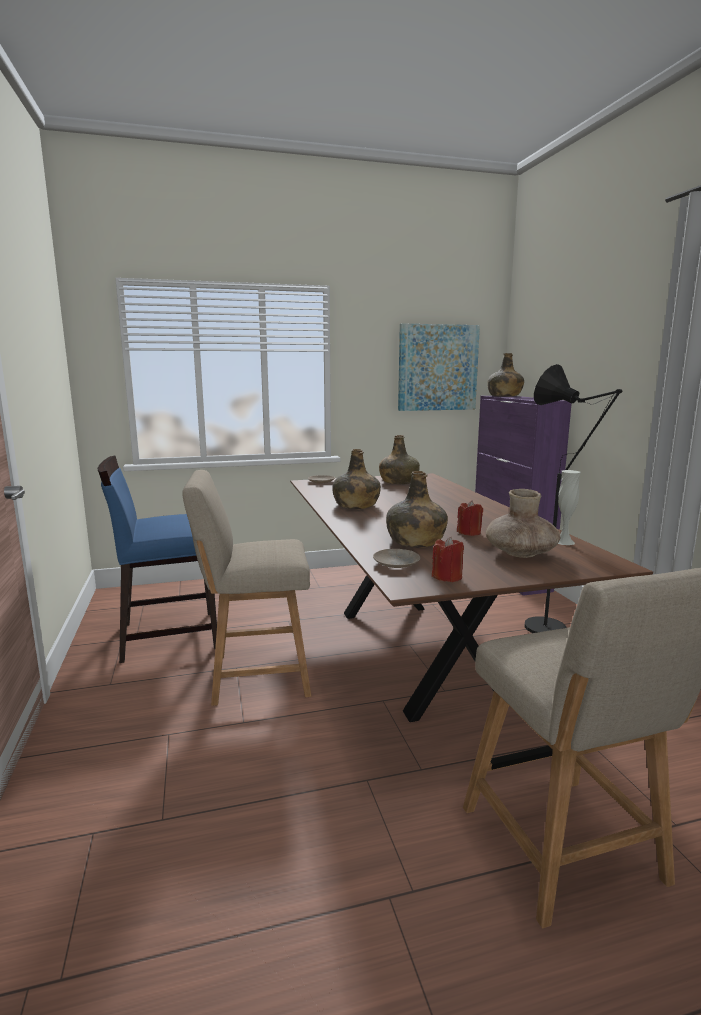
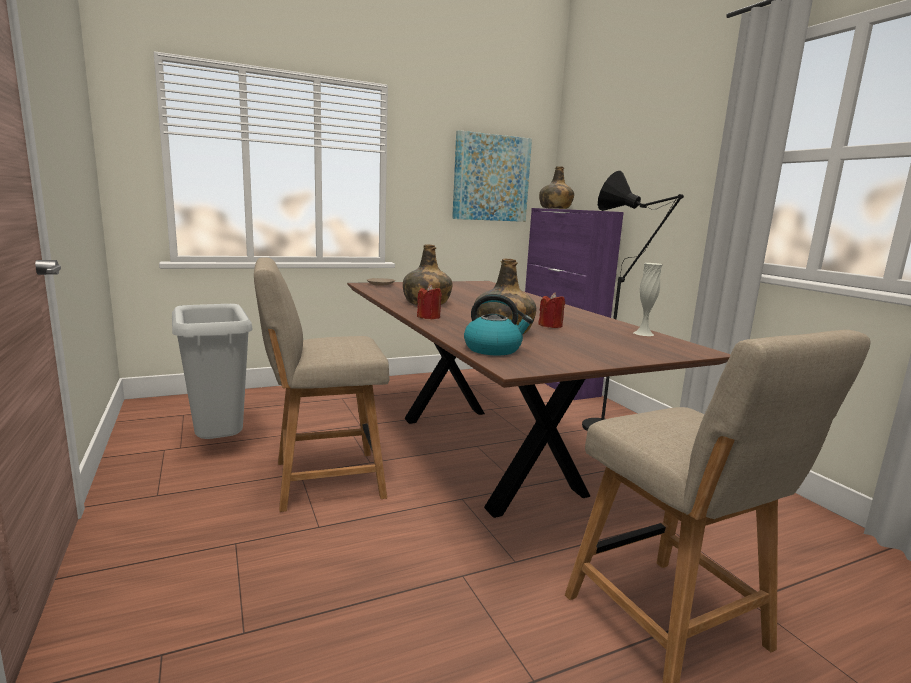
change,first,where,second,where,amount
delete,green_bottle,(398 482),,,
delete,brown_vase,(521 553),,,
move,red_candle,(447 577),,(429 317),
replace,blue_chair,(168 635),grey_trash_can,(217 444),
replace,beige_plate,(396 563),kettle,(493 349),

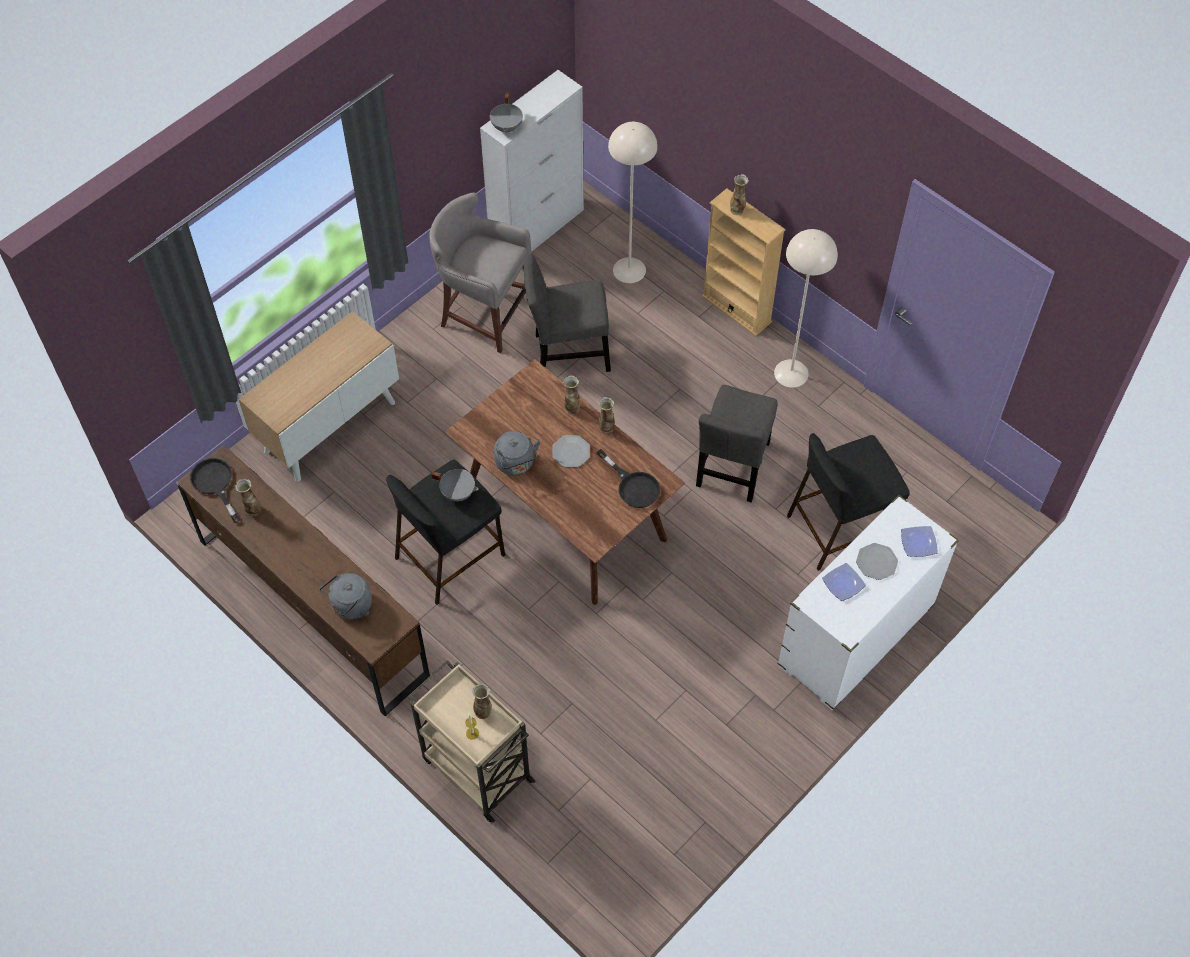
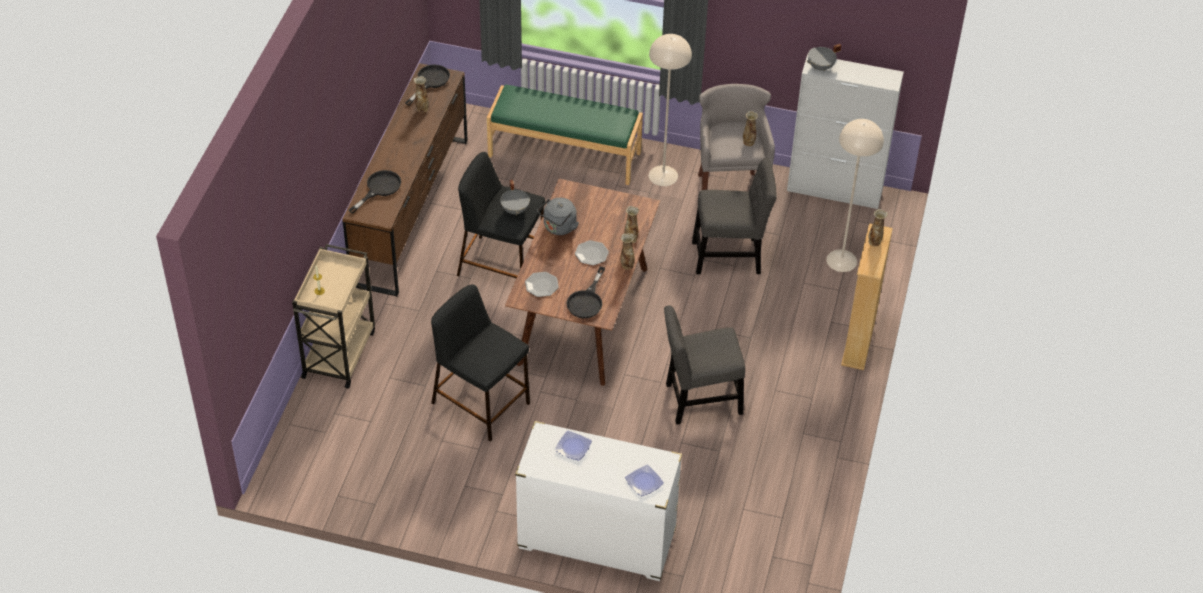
change,first,where,second,where,amount
move,vase,(483 712),,(748 142),
move,beige_floor_lamp,(791 373),,(663 175),
move,black_stool,(841 527),,(482 403),
move,plate,(876 562),,(541 285),
replace,cabinet,(330 426),green_bench,(564 153),
replace,grey_kettle,(350 606),black_frying_pan,(379 188),
rotate,grey_chair,(567 353),,(730 256),120 degrees clockwise

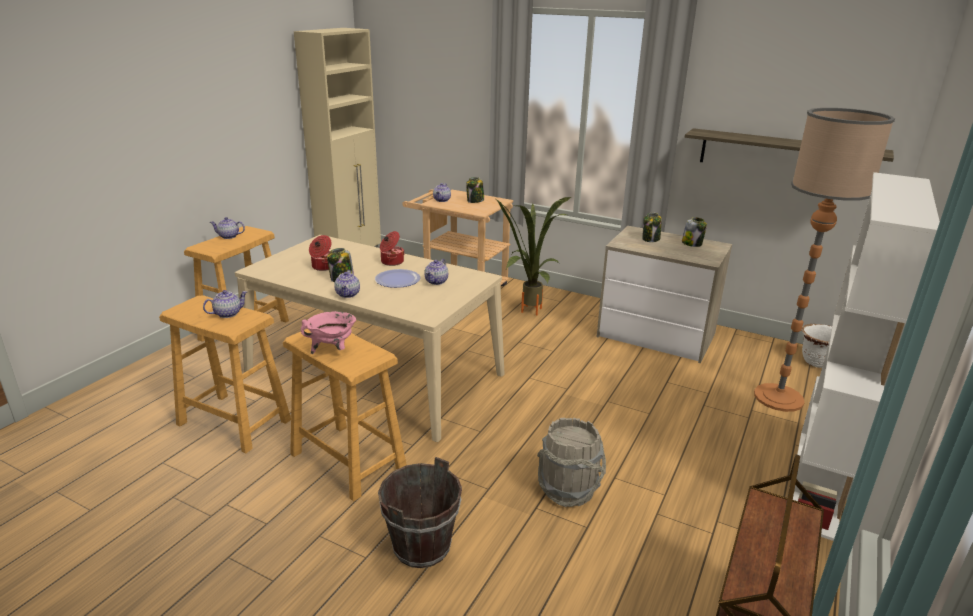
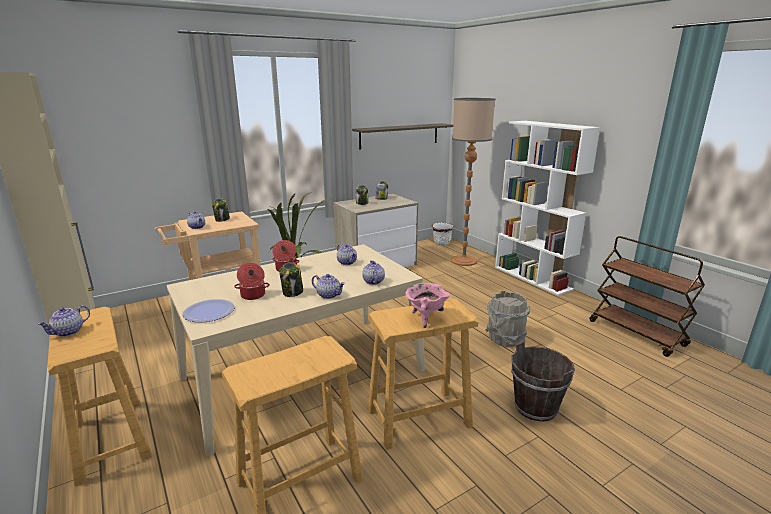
change,first,where,second,where,amount
move,teapot,(228 313),,(373 281),
move,plate,(398 280),,(209 312),

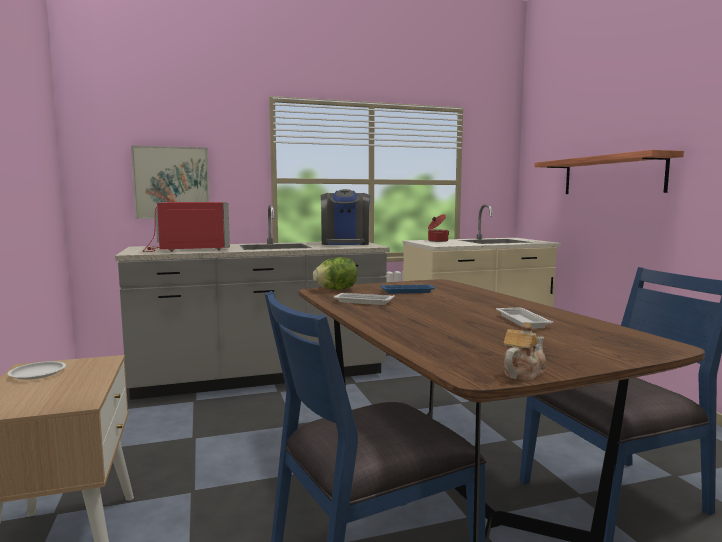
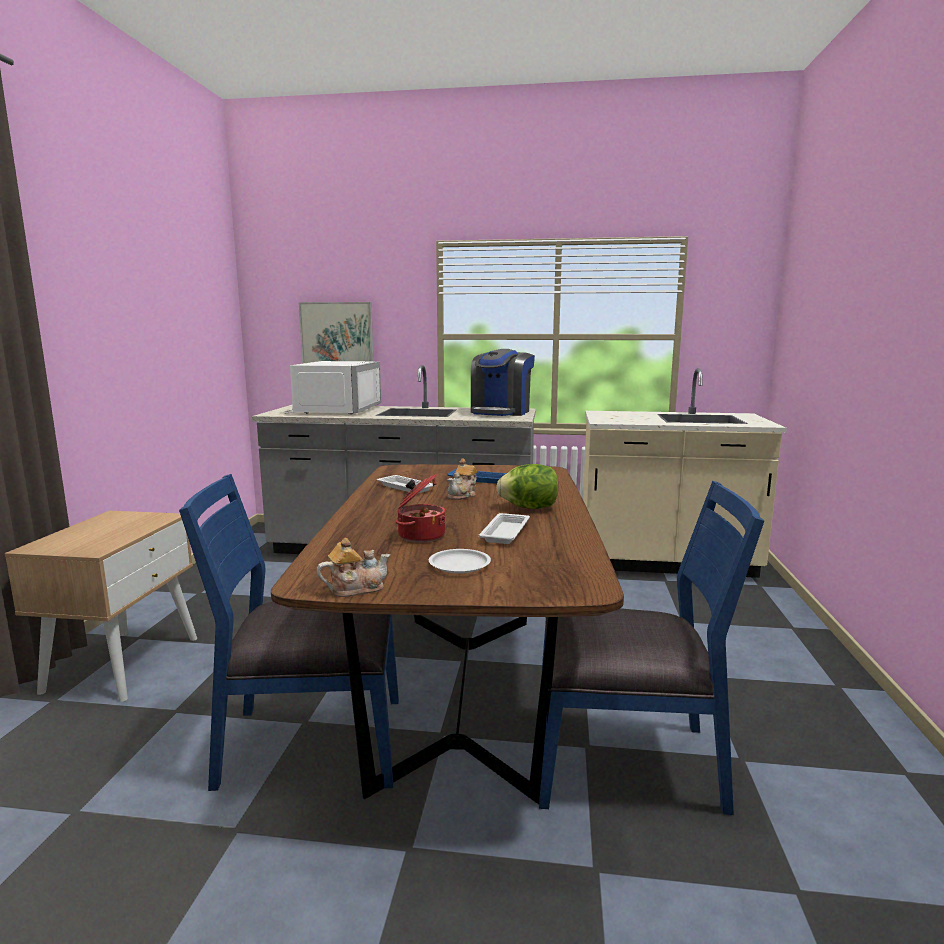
change,first,where,second,where,amount
delete,shelf,(612 175),,,
insert,,,teapot,(463 495),
move,white_plate,(38 373),,(460 565),
move,lettuce,(336 289),,(529 508),
move,cooking_pot,(437 241),,(420 535),
recolor,red_microwave,(188 248),white_microwave,(332 410),

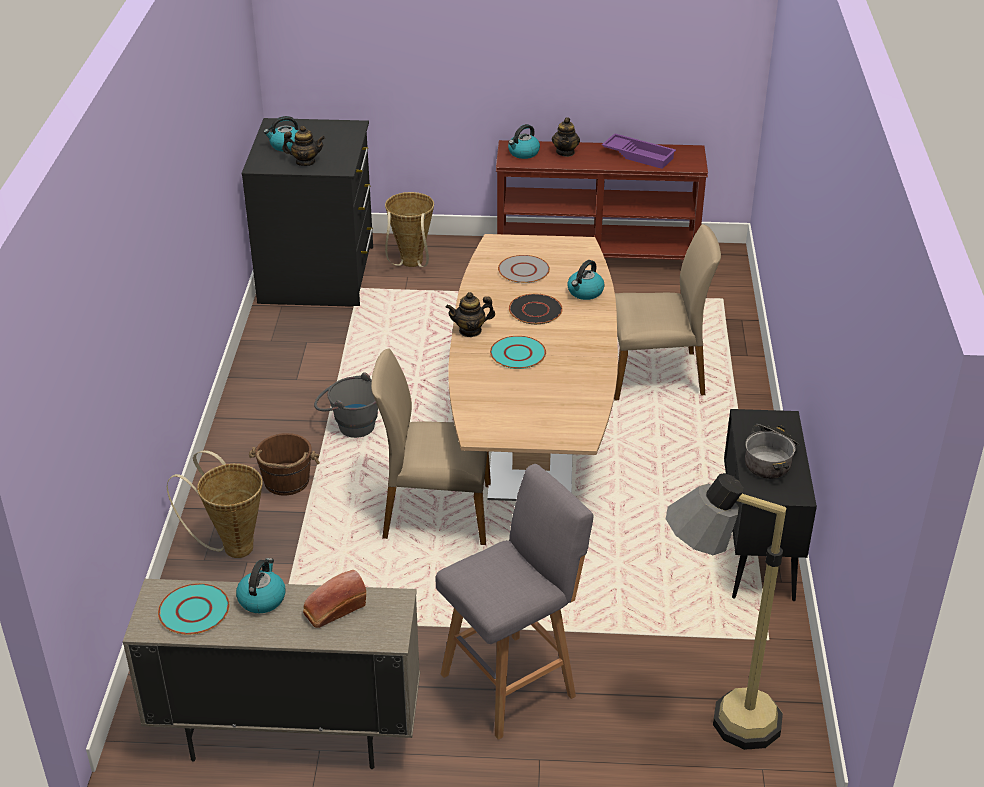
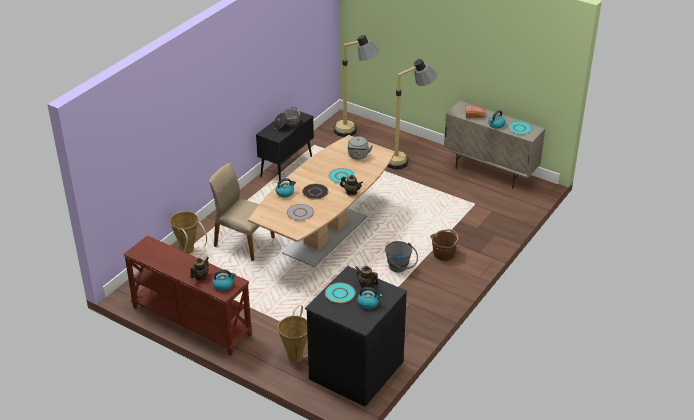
change,first,where,second,where,amount
delete,beige_chair,(435 512),,,
delete,purple_tray,(639 155),,,
insert,,,turquoise_plate,(339 293),
insert,,,grey_kettle,(358 156),
move,basket,(233 546),,(189 252),
replace,grey_stool,(512 683),floor_lamp,(407 161),

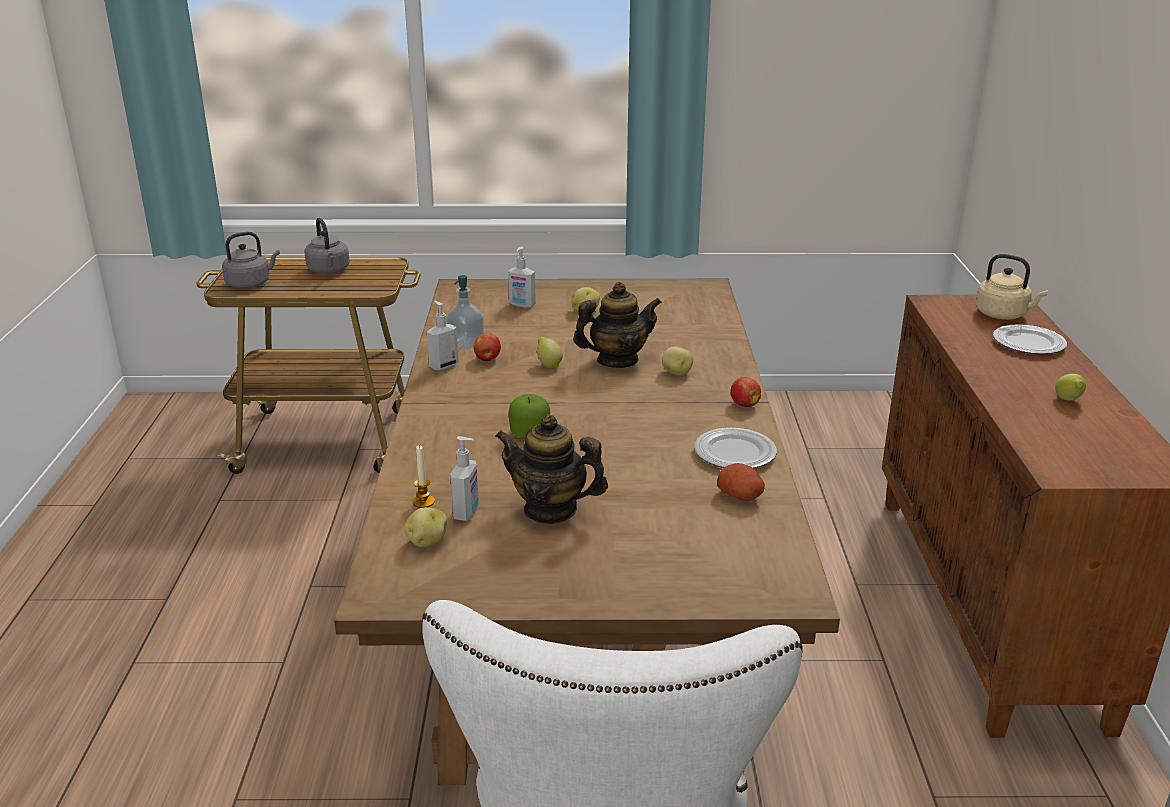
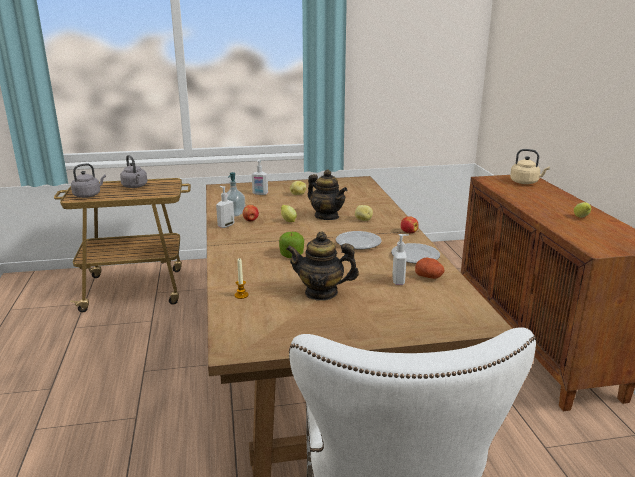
change,first,where,second,where,amount
delete,potato,(426 541),,,
move,soap_dispenser,(467 513),,(399 281),
move,plate,(1028 343),,(358 242),
rotate,teapot,(617 361),,(327 216),75 degrees clockwise

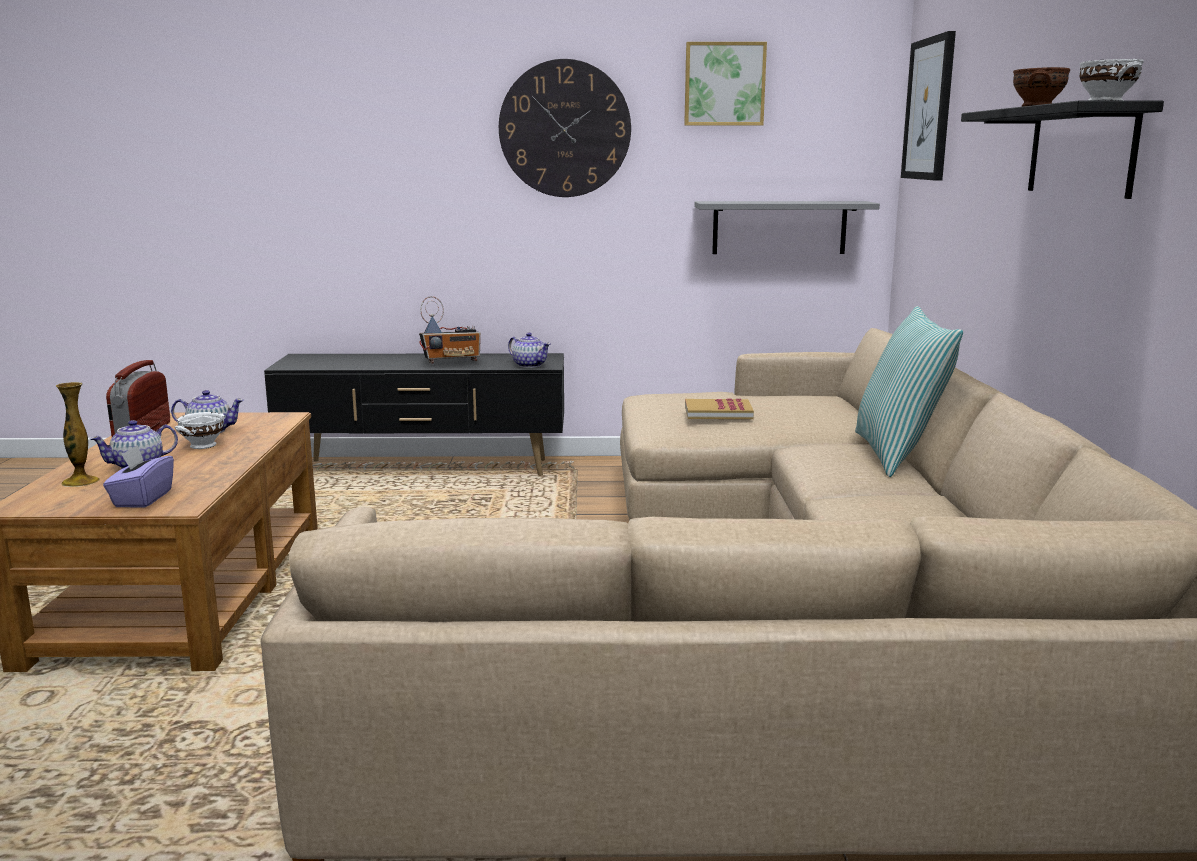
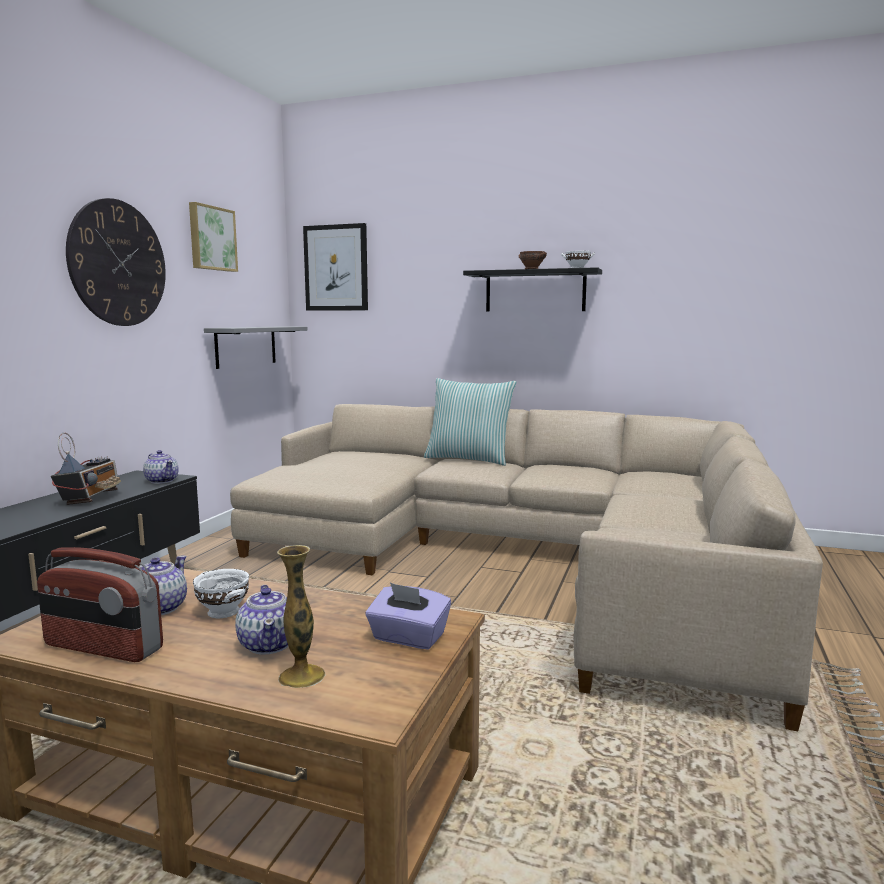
change,first,where,second,where,amount
delete,book,(718 412),,,
rotate,teapot,(529 365),,(162 481),75 degrees clockwise

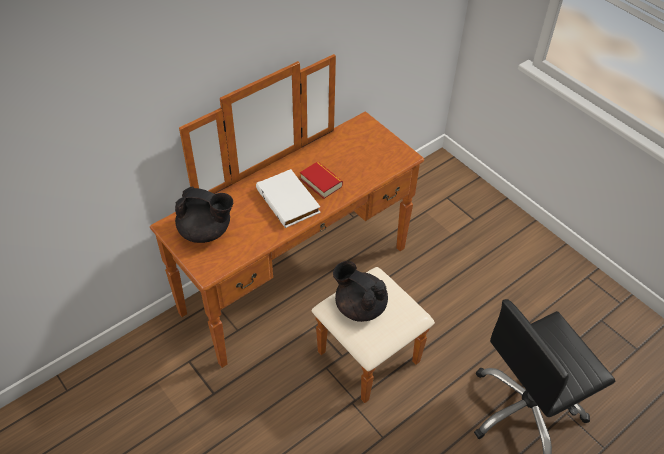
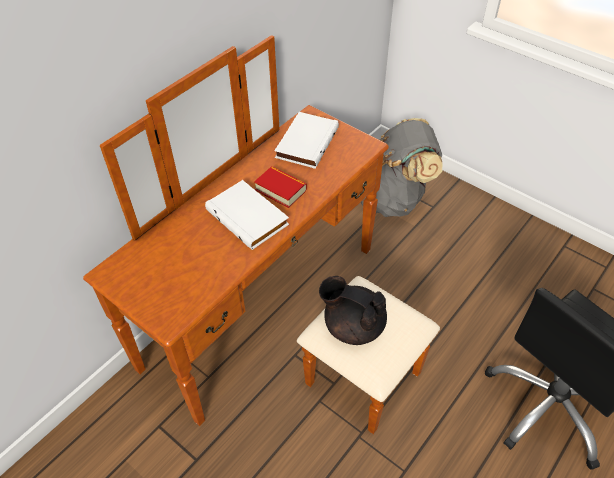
change,first,where,second,where,amount
delete,black_teapot,(206 231),,,
insert,,,white_book,(305 142),
insert,,,grey_backpack,(392 198),

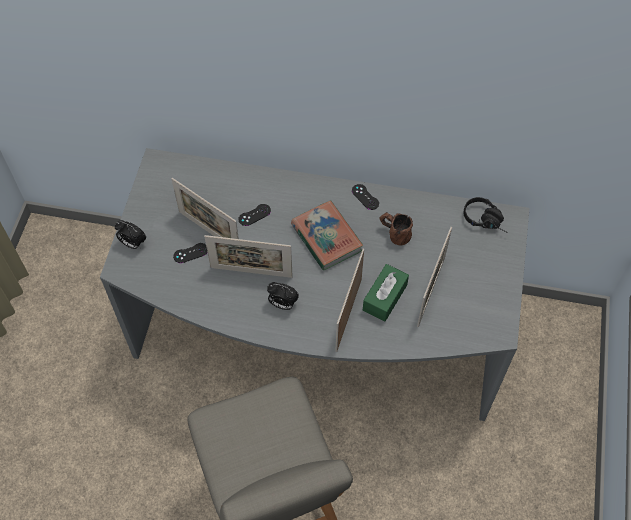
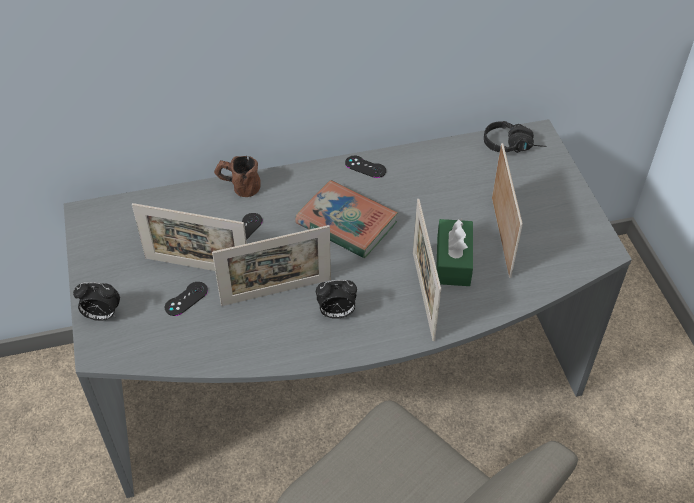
change,first,where,second,where,amount
move,brown_mug,(394 234),,(238 187),

